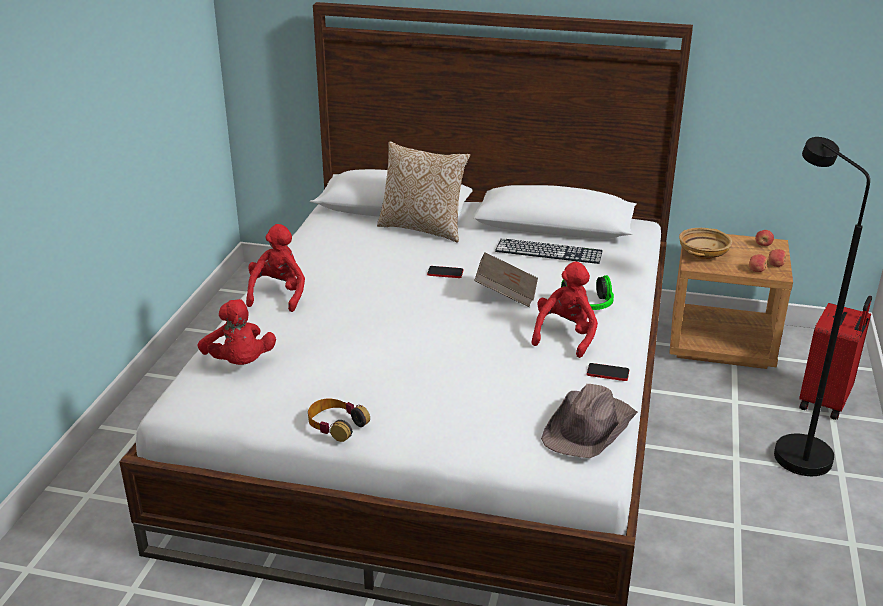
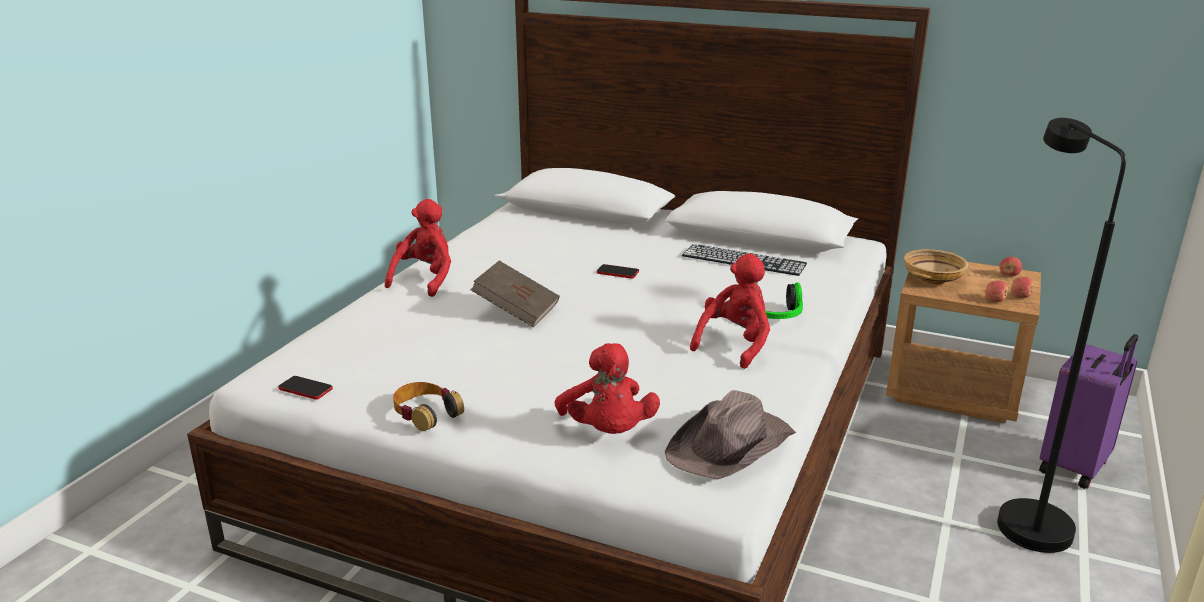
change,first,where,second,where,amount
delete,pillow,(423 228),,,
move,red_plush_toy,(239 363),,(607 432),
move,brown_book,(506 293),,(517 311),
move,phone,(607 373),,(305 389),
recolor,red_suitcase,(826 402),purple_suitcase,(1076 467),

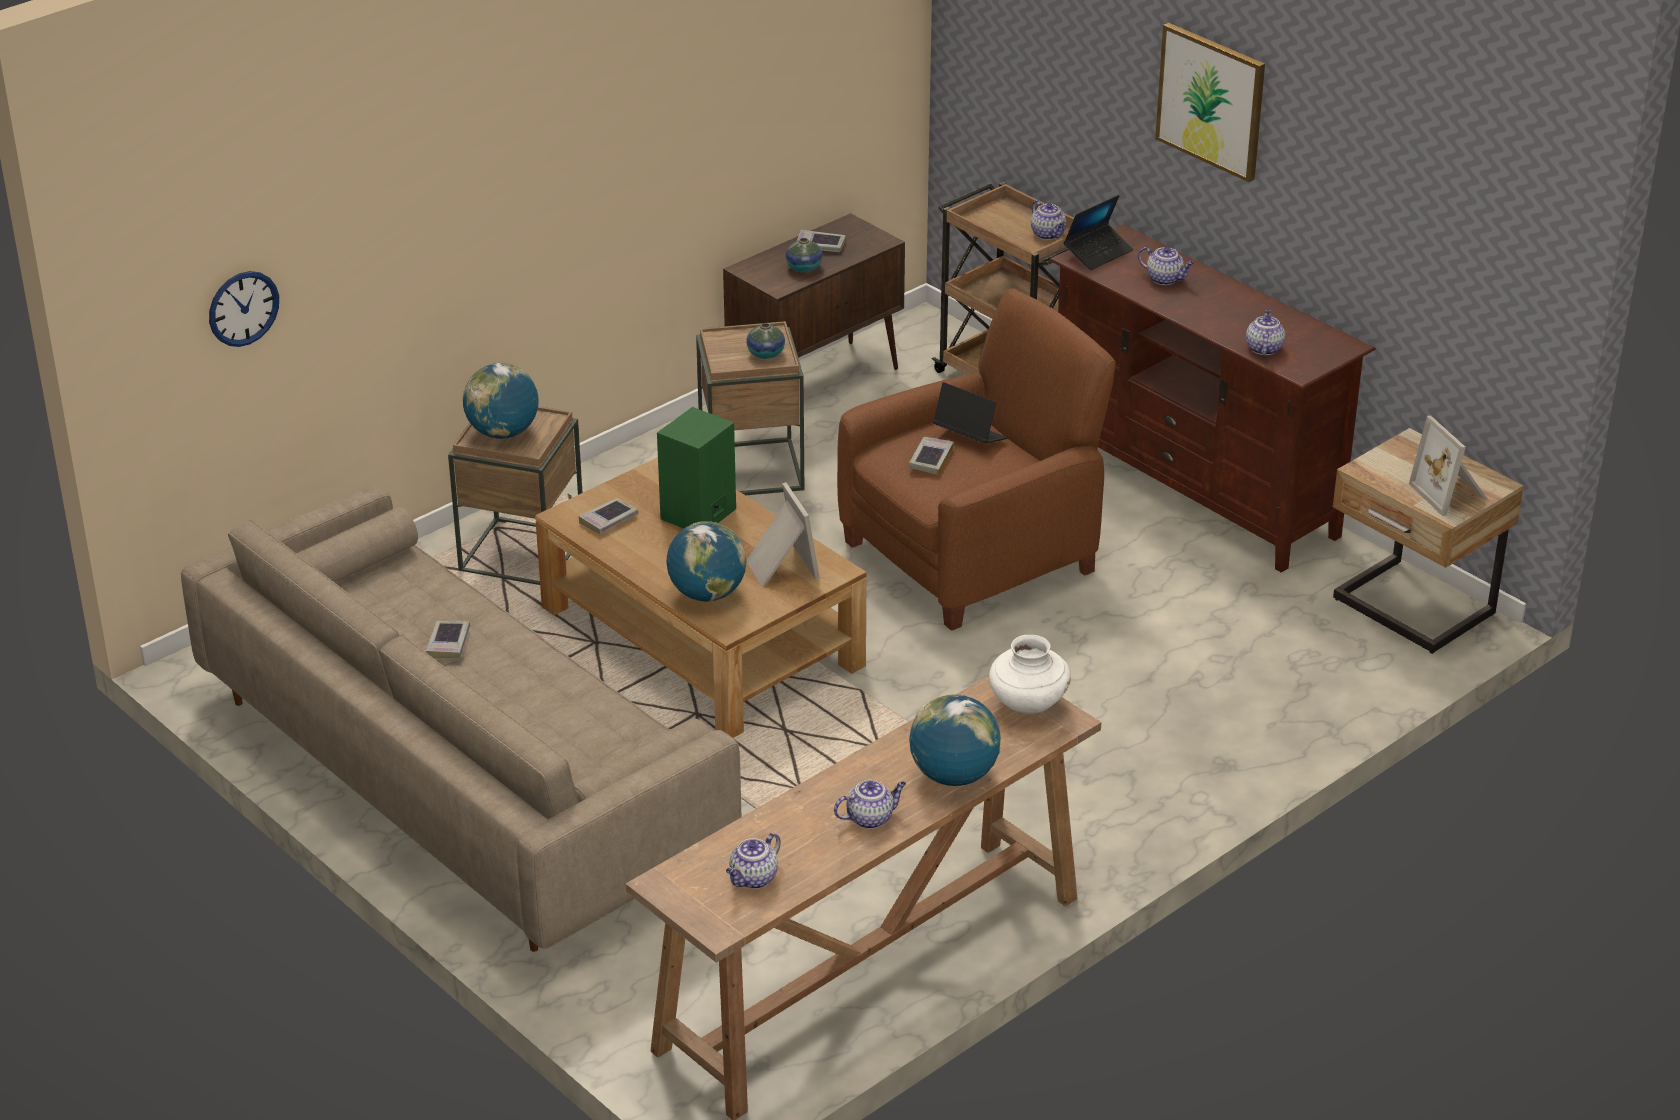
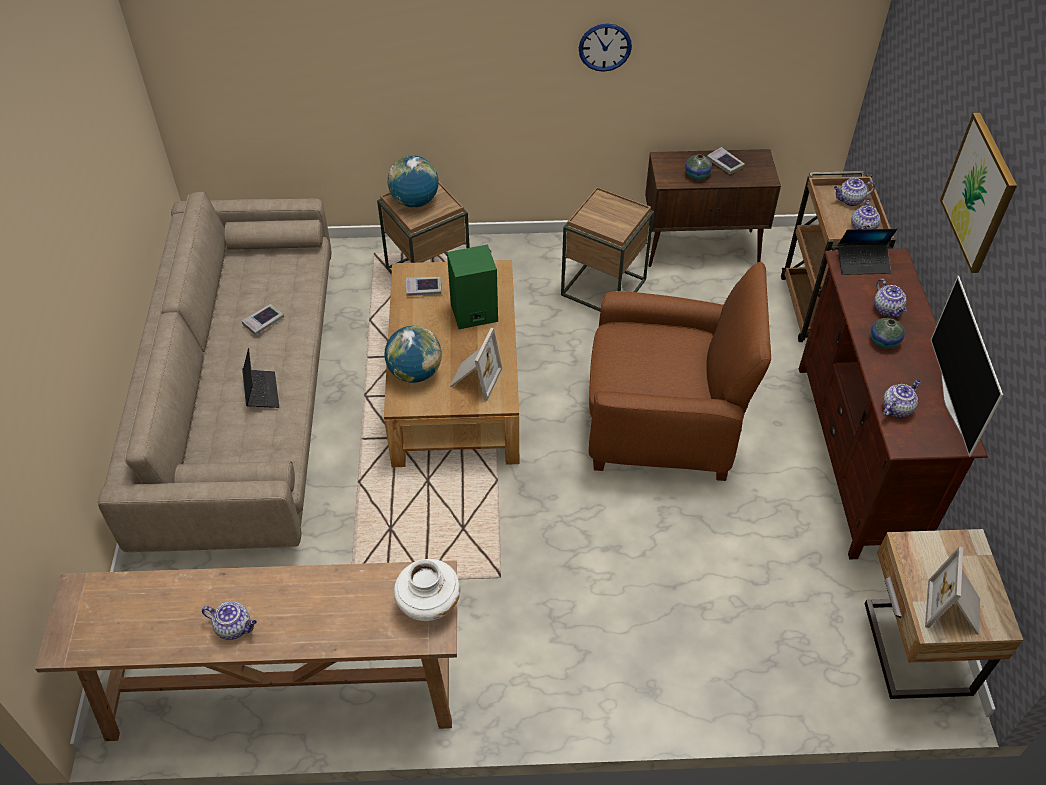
change,first,where,second,where,amount
delete,book,(930 459),,,
delete,globe,(954 776),,,
insert,,,television,(952 404),
move,wall_clock,(243 308),,(605 47),
move,teapot,(753 879),,(850 200),
move,vase,(766 354),,(884 341),
move,laptop,(970 437),,(261 392),

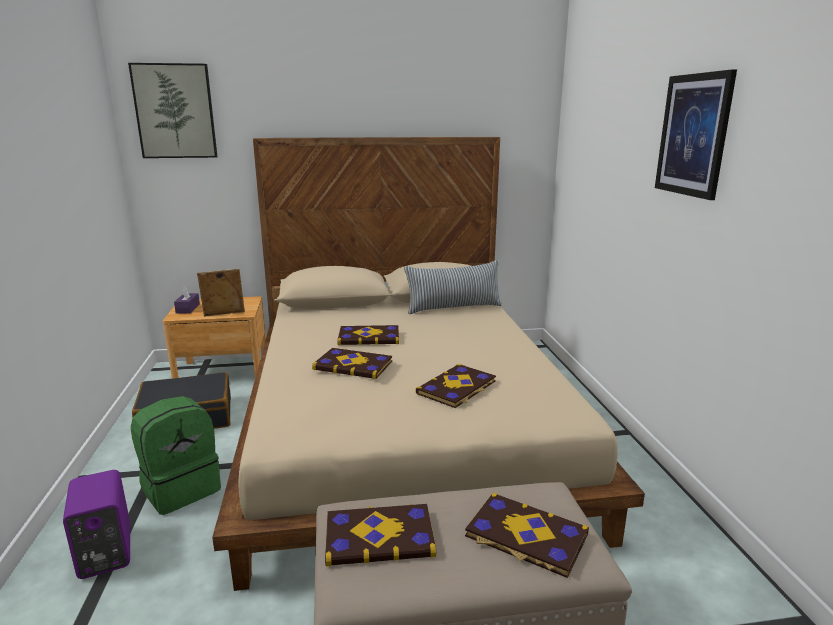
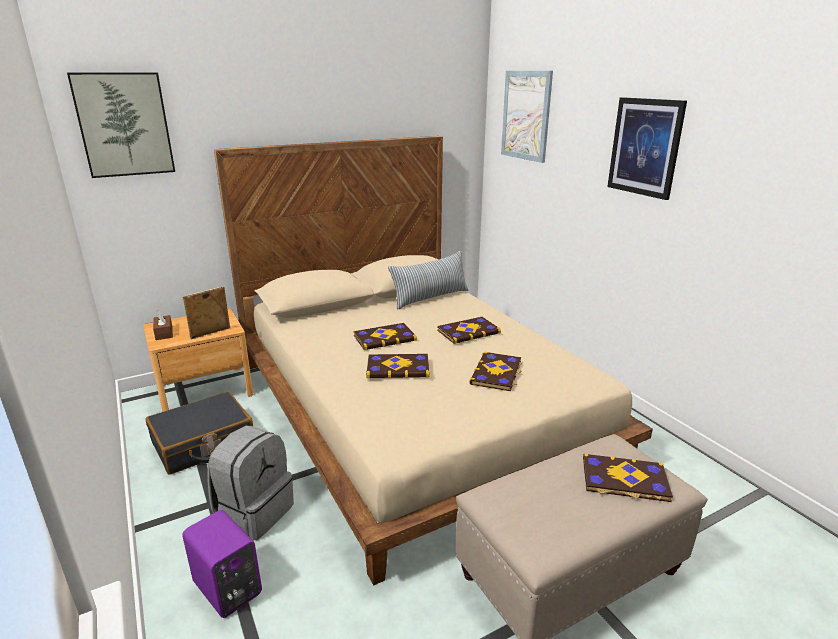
change,first,where,second,where,amount
insert,,,picture,(526 115),
move,book,(379 536),,(468 331),
recolor,green_backpack,(181 488),grey_backpack,(254 512),
recolor,purple_tissue_box,(188 308),brown_tissue_box,(164 333),

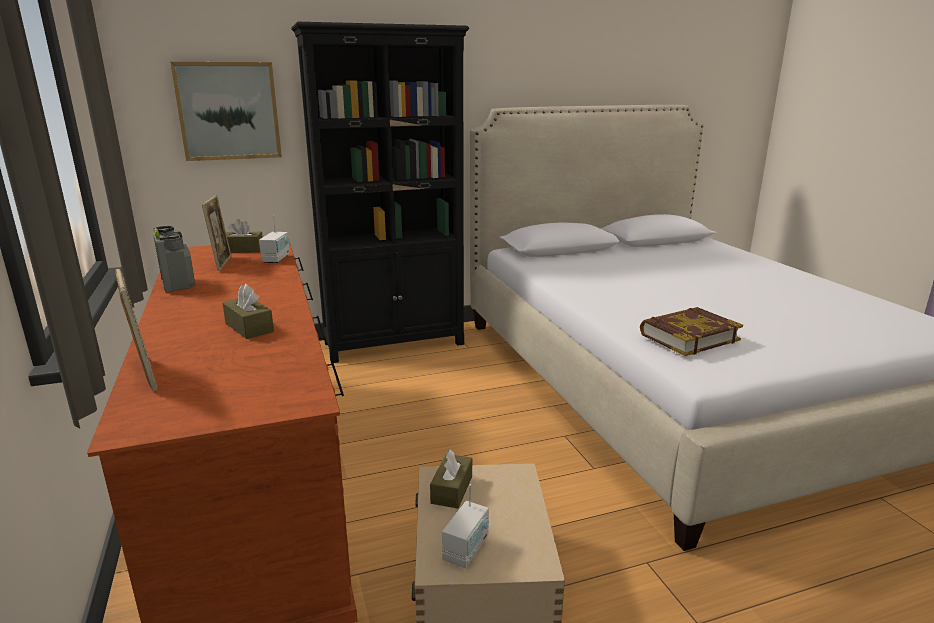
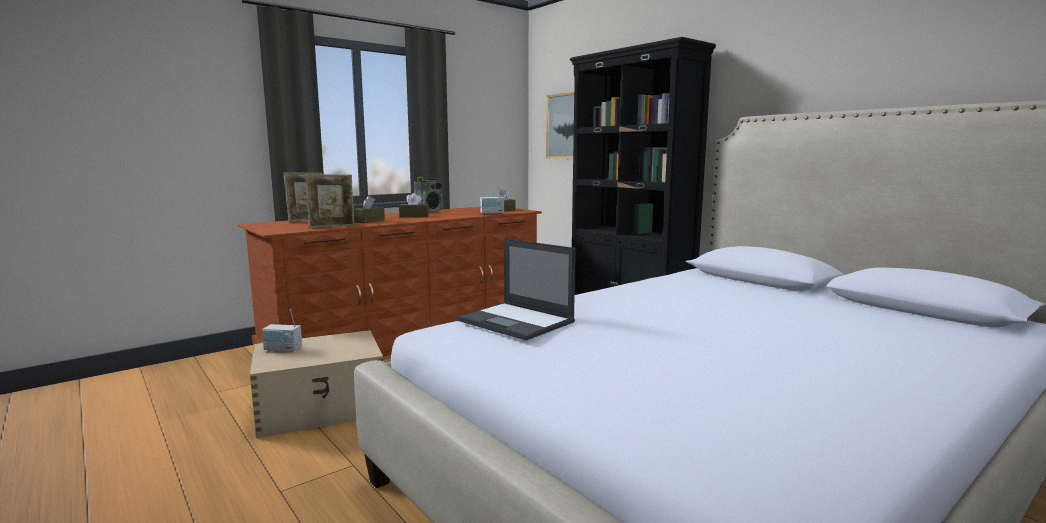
change,first,where,second,where,amount
move,picture_frame,(222 263),,(332 226),
move,brown_tissue_box,(452 489),,(414 216),
replace,book,(688 337),laptop,(517 321),

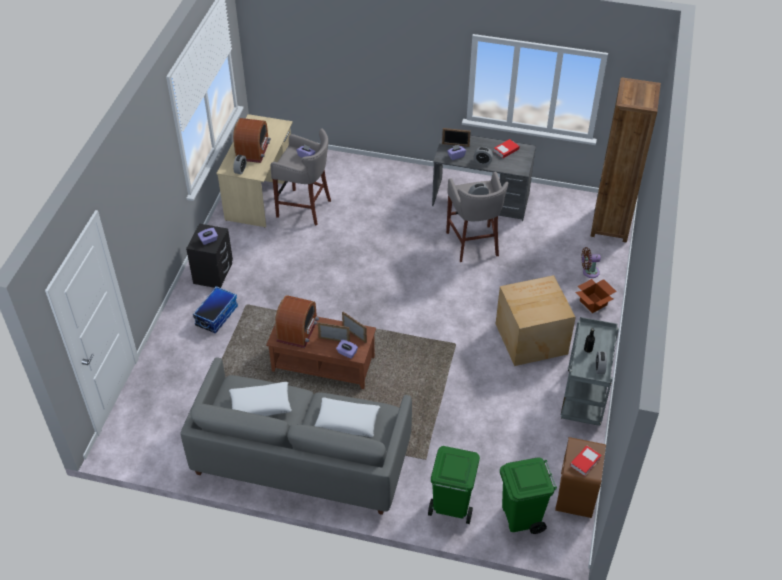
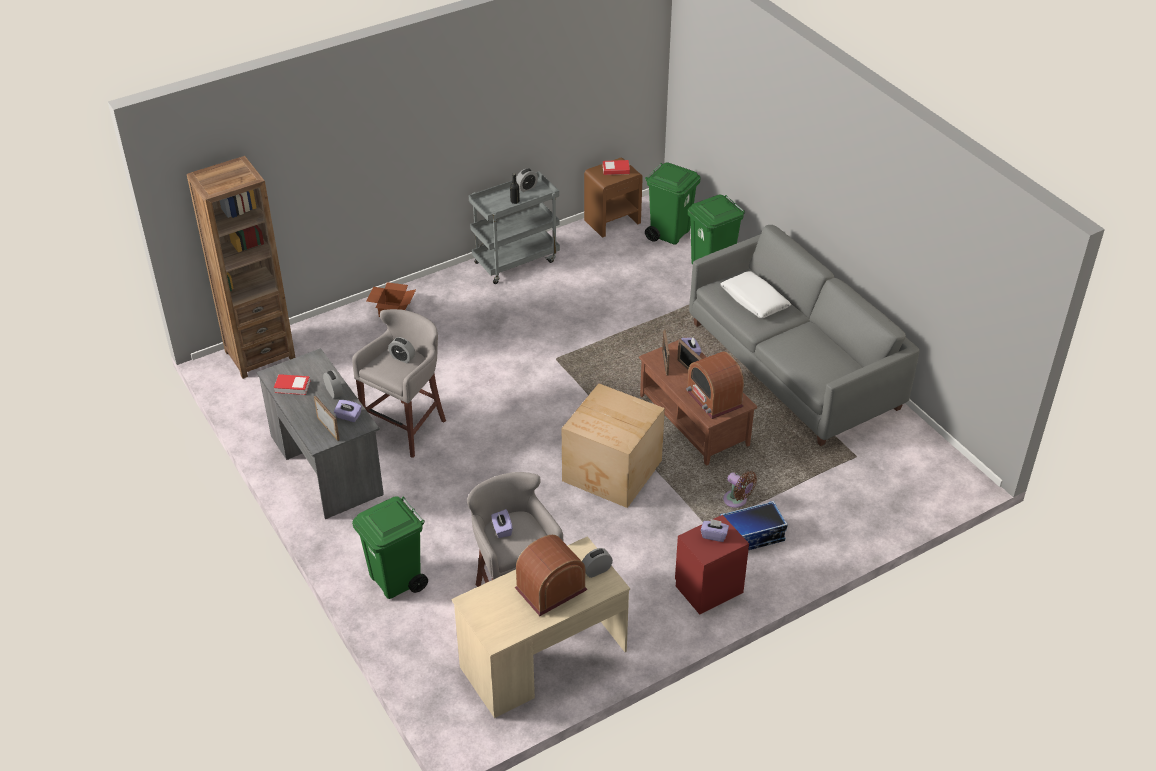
change,first,where,second,where,amount
delete,white_pillow,(260 404),,,
insert,,,green_trash_can,(396 580),
move,cardboard_box,(530 338),,(612 472),
move,brown_fan,(589 272),,(737 501),
recolor,black_nightstand,(213 273),red_nightstand,(709 589),
rotate,radio,(298 330),,(713 398),90 degrees counterclockwise

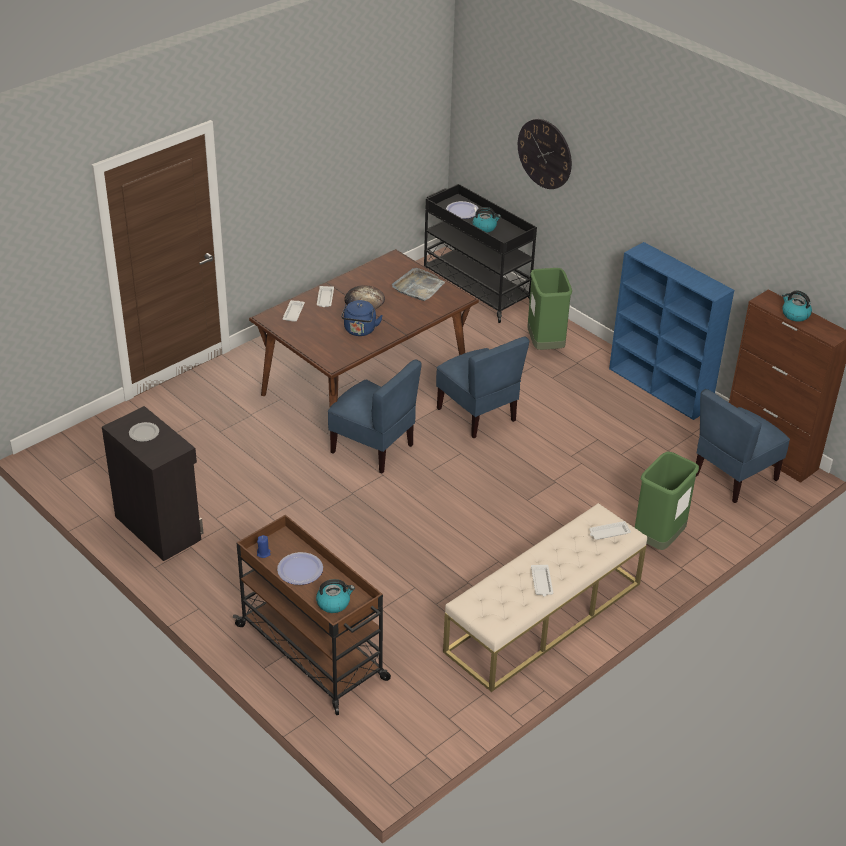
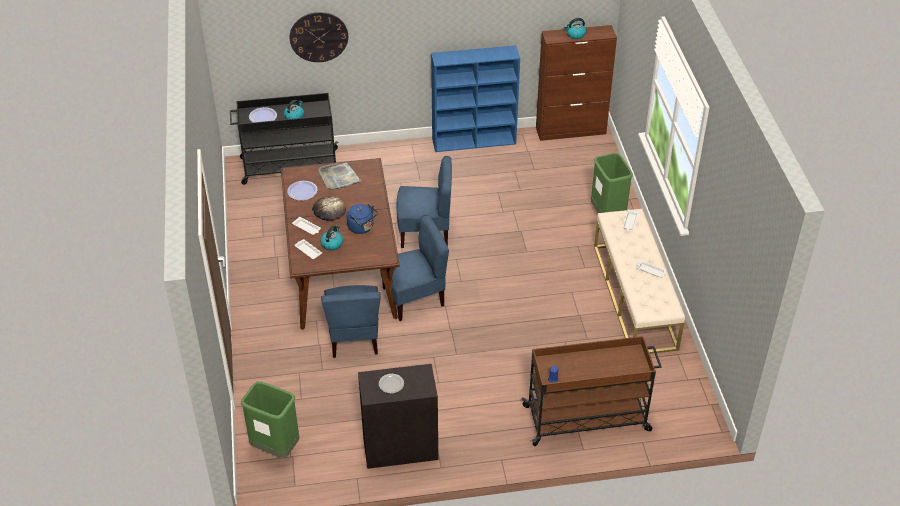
change,first,where,second,where,amount
move,plate,(300 569),,(302 191),
move,kettle,(334 603),,(332 243),
move,green_trash_can,(545 346),,(275 447),
move,blue_chair,(734 477),,(354 338),

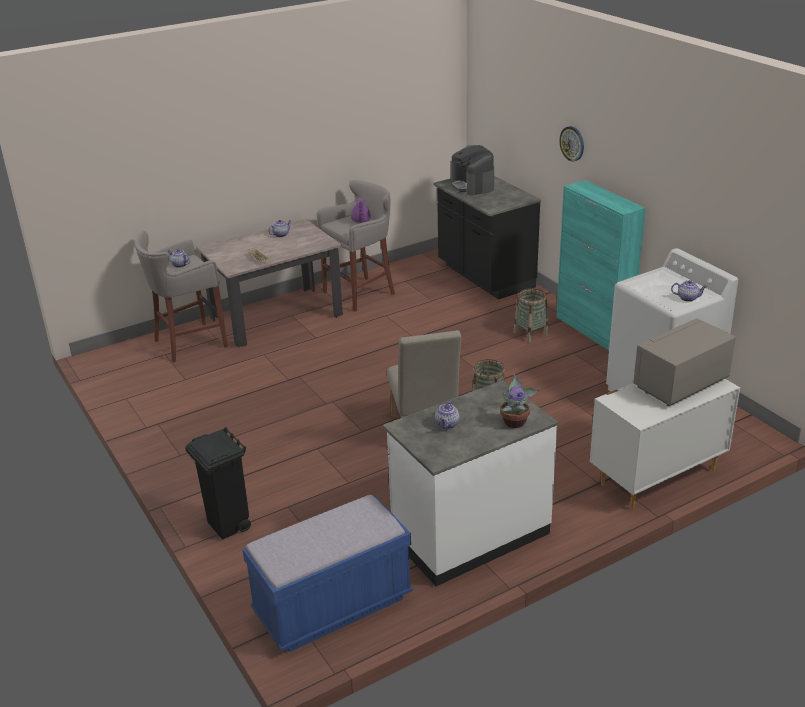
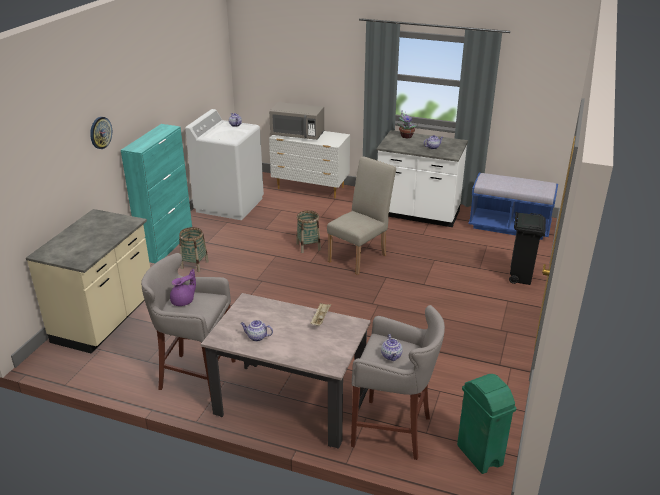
change,first,where,second,where,amount
delete,coffee_machine,(472 185),,,
insert,,,green_trash_can,(479 456),
recolor,black_counter,(484 277),beige_counter,(106 320),

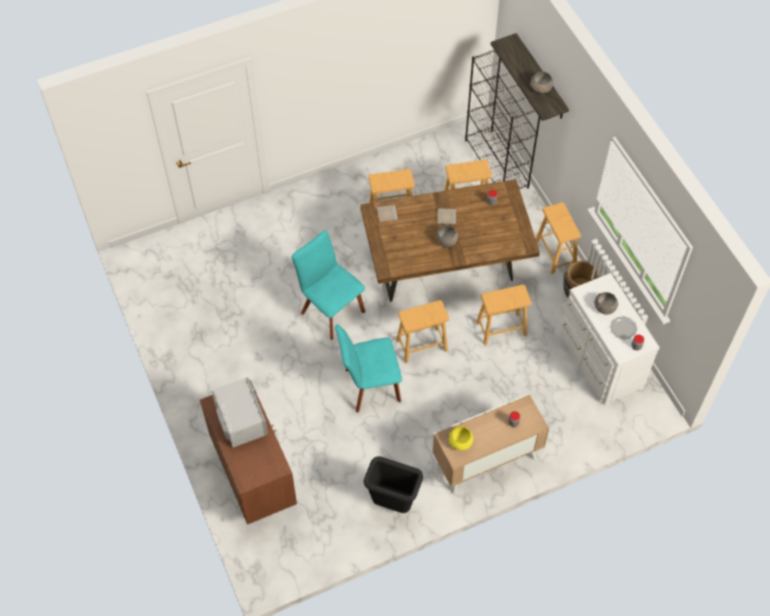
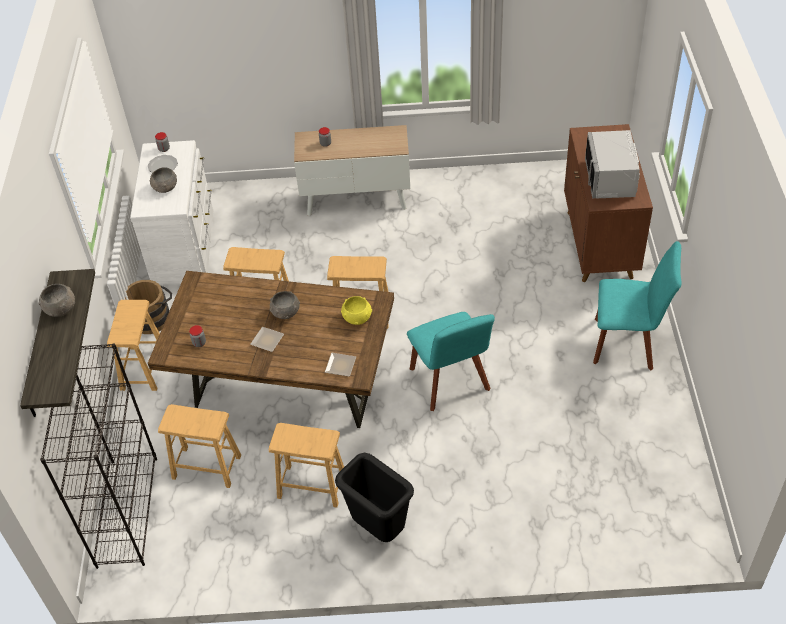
change,first,where,second,where,amount
move,turquoise_chair,(369 386),,(628 343),
move,black_trash_can,(392 503),,(379 529),
move,yellow_bowl,(460 442),,(357 317),

